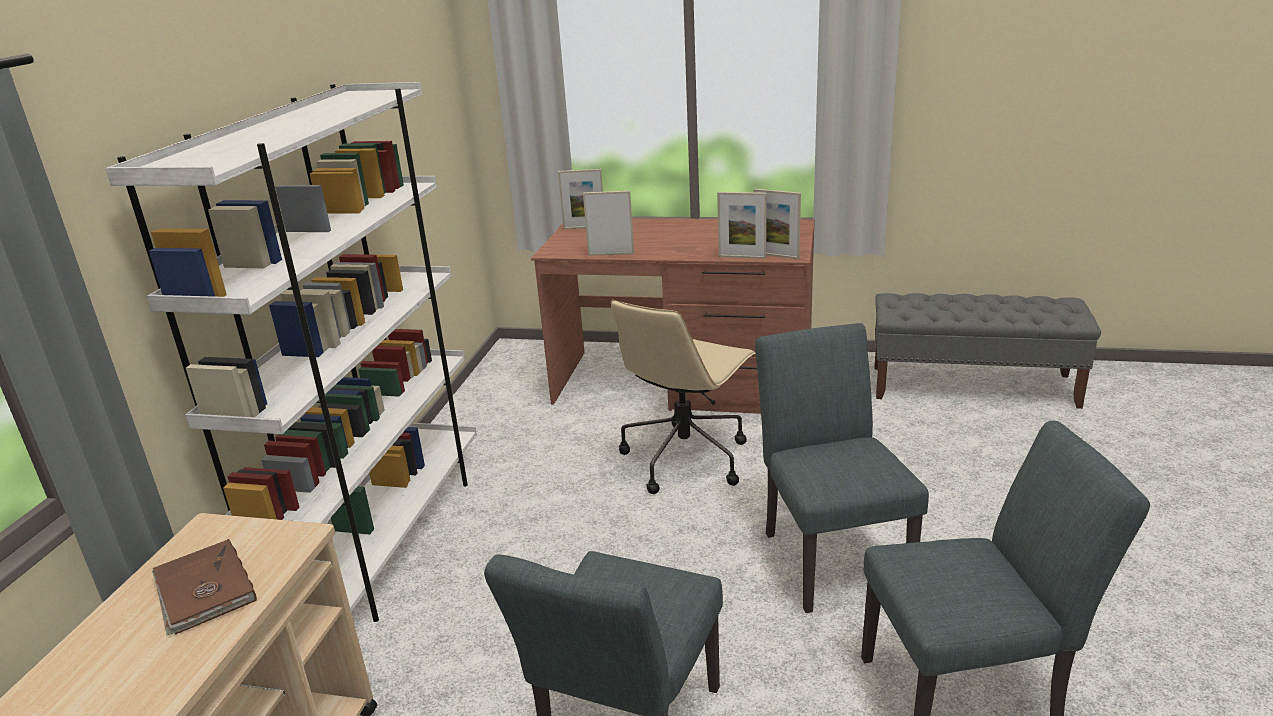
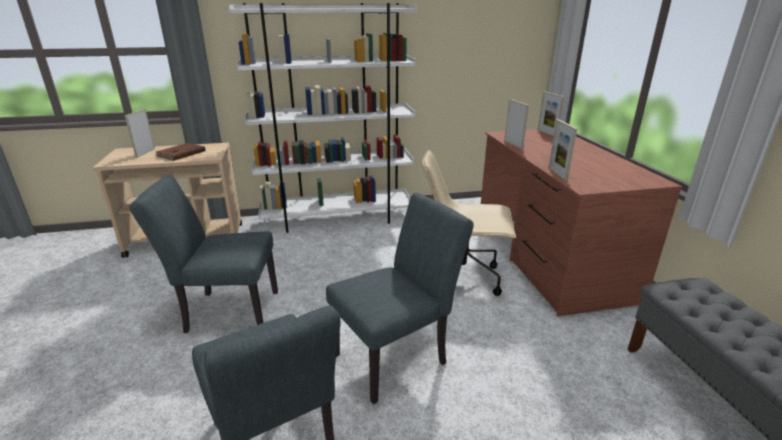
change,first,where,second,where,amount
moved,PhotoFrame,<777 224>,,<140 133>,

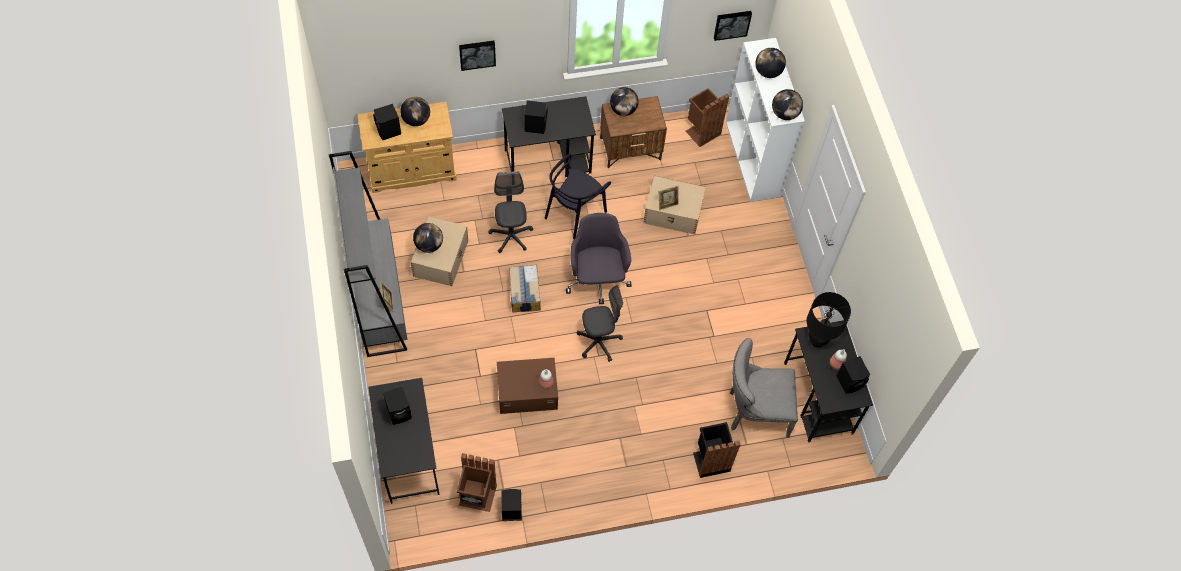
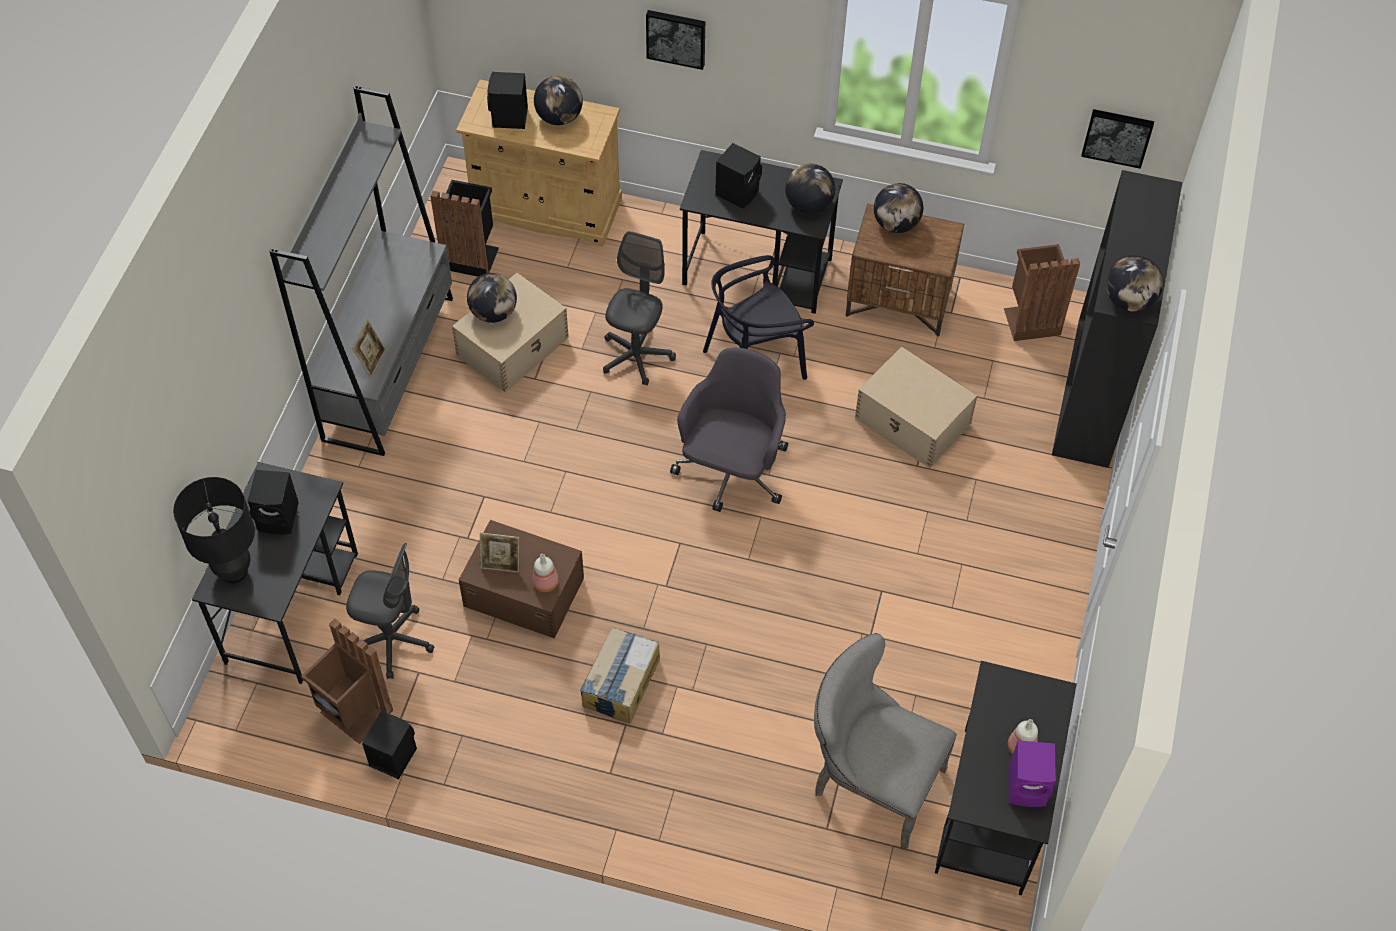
change,first,where,second,where,amount
moved,CardboardBox,<525 288>,,<620 675>,
moved,GreyishComputerChair,<600 323>,,<390 611>,
moved,PhotoFrame,<669 198>,,<499 553>,
moved,BlackishRubbishBin,<716 450>,,<464 228>,
moved,Globe,<770 63>,,<810 189>,
moved,BlackishLampForATable,<828 319>,,<214 530>,
recoloured,WhitishBookcase,<765 120>,BlackishBookcase,<1117 319>,
recoloured,BlackishAudioSpeaker,<853 375>,PurplishAudioSpeaker,<1032 773>,

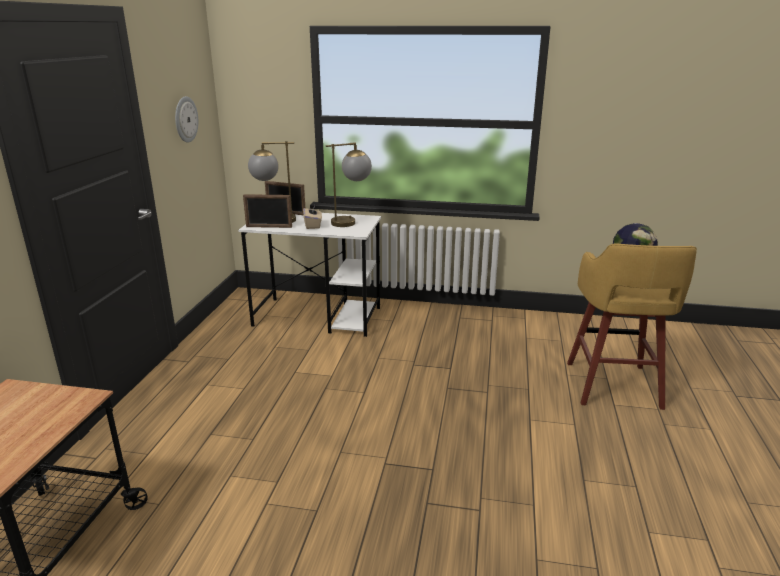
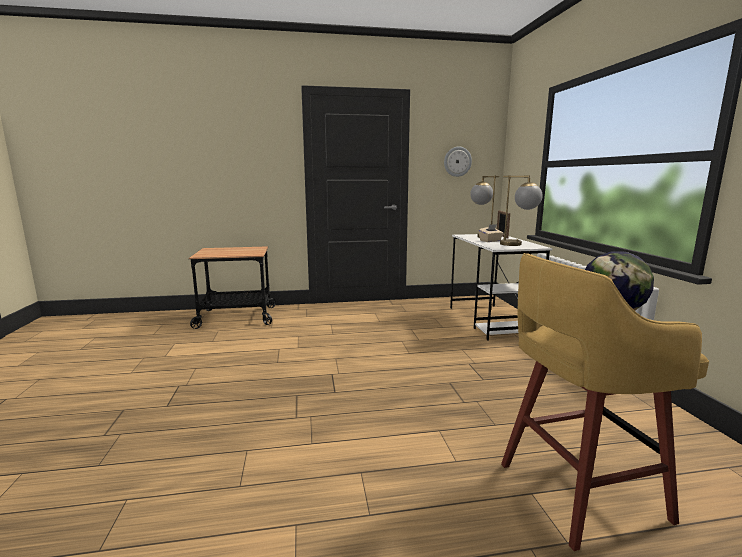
change,first,where,second,where,amount
removed,PhotoFrame,<267 211>,,,

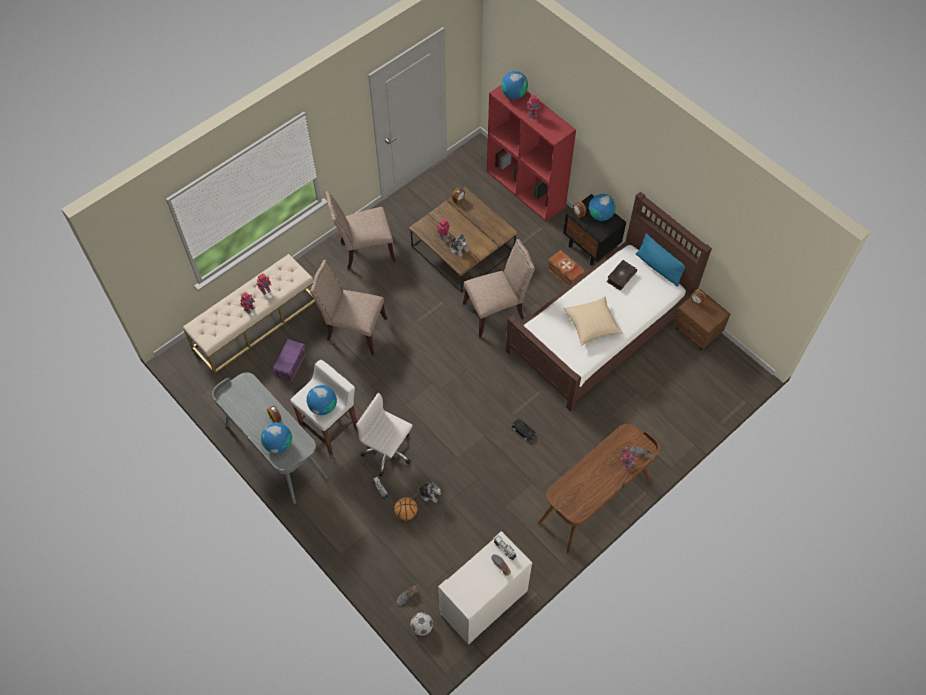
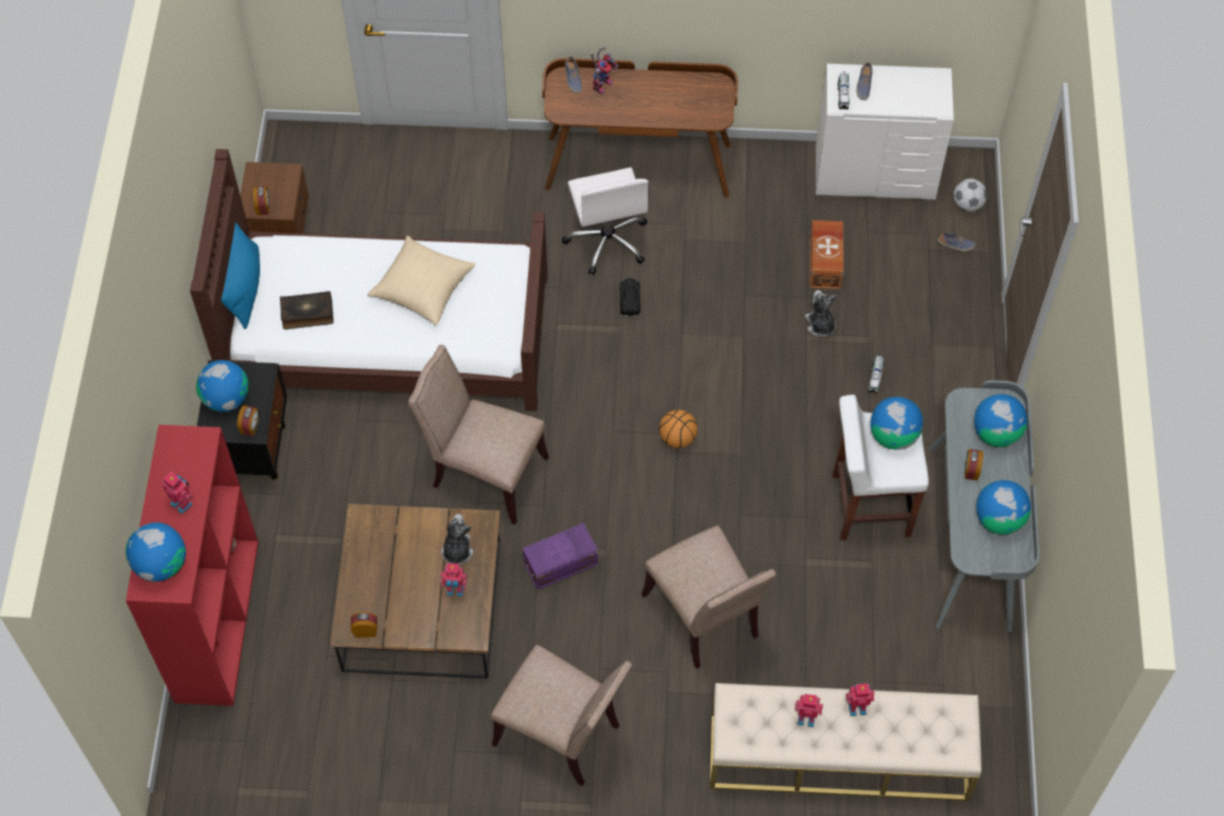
change,first,where,second,where,amount
added,,,Globe,<1003 507>,
moved,PurplishStorageContainer,<289 360>,,<560 556>,
moved,WhitishComputerChair,<384 434>,,<605 221>,
moved,Basketball,<406 509>,,<678 429>,
moved,BrownishStorageContainer,<566 268>,,<827 254>,

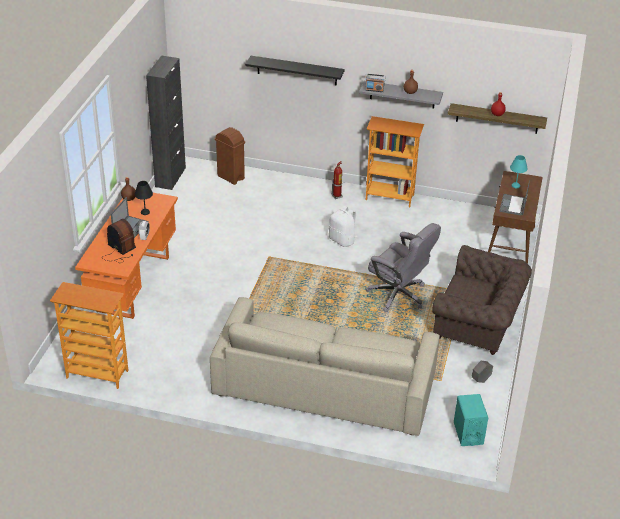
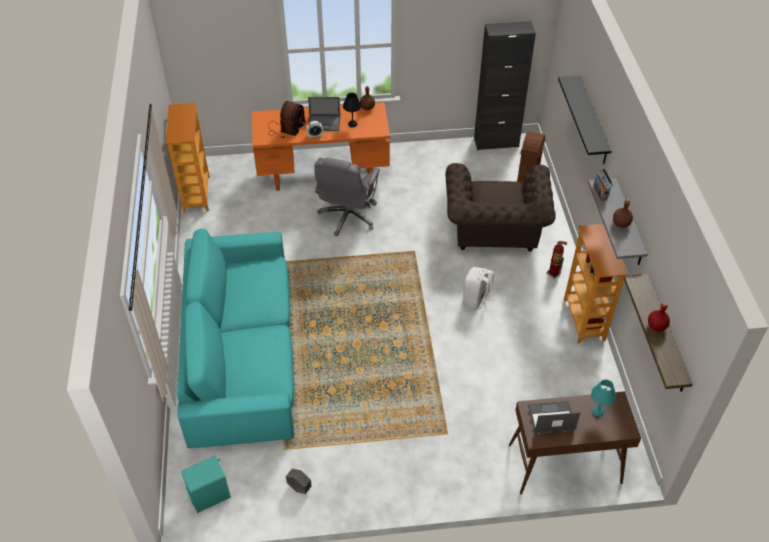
change,first,where,second,where,amount
moved,GreyishComputerChair,<403 268>,,<347 197>,
moved,BrownishEasyChair,<482 300>,,<500 207>,
recoloured,BeigeSettee,<325 366>,TurquoiseSettee,<235 338>,

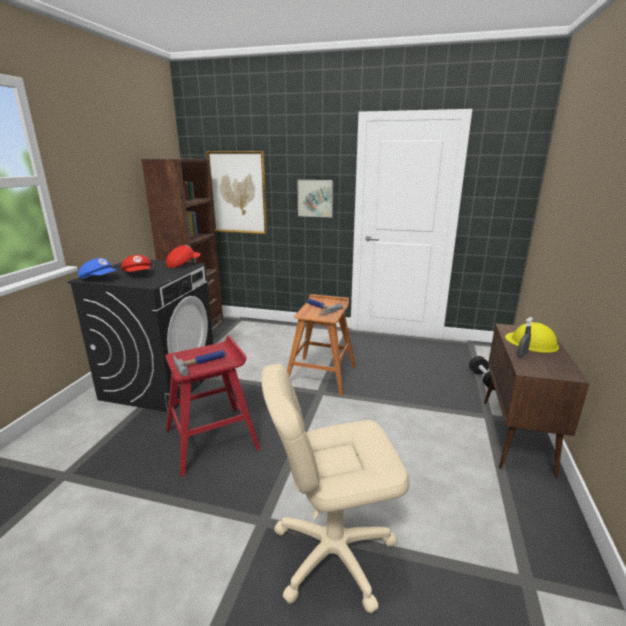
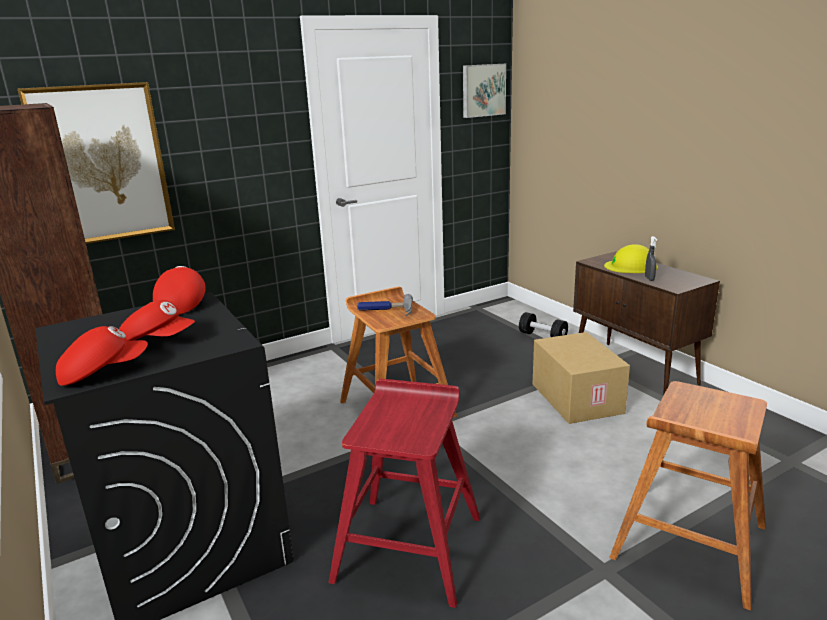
change,first,where,second,where,amount
removed,Hammer,<199 363>,,,
added,,,CardboardBox,<581 378>,
moved,Picture,<315 198>,,<484 91>,
replaced,BeigeComputerChair,<336 489>,BrownishSittingStool,<688 496>,
recoloured,BlueColouredCap,<97 268>,ReddishCap,<102 356>,

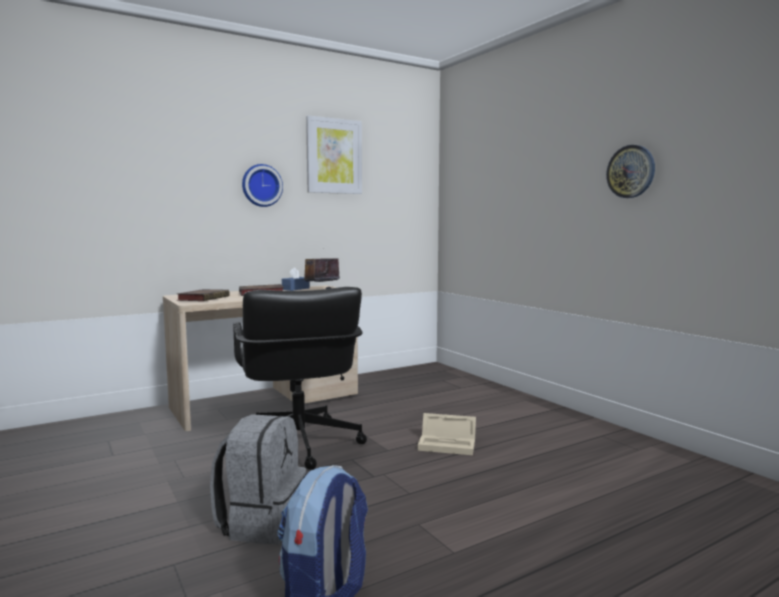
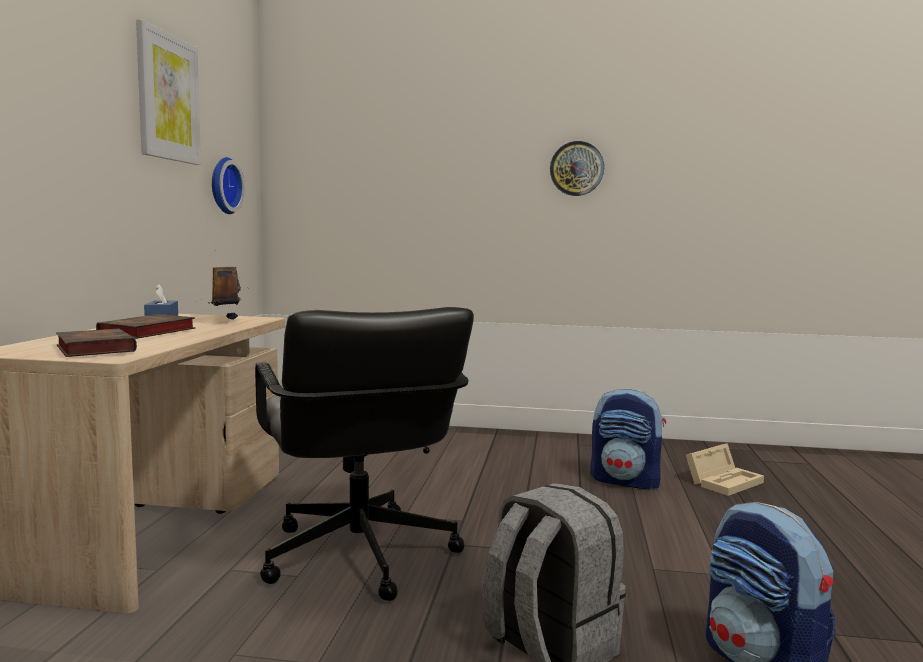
change,first,where,second,where,amount
added,,,Rucksack,<628 439>,
moved,HangingClock,<262 185>,,<228 185>,
moved,BeigeStorageContainer,<446 434>,,<725 469>,
turned,BlackishComputerChair,<300 378>,,<364 454>,45 degrees clockwise

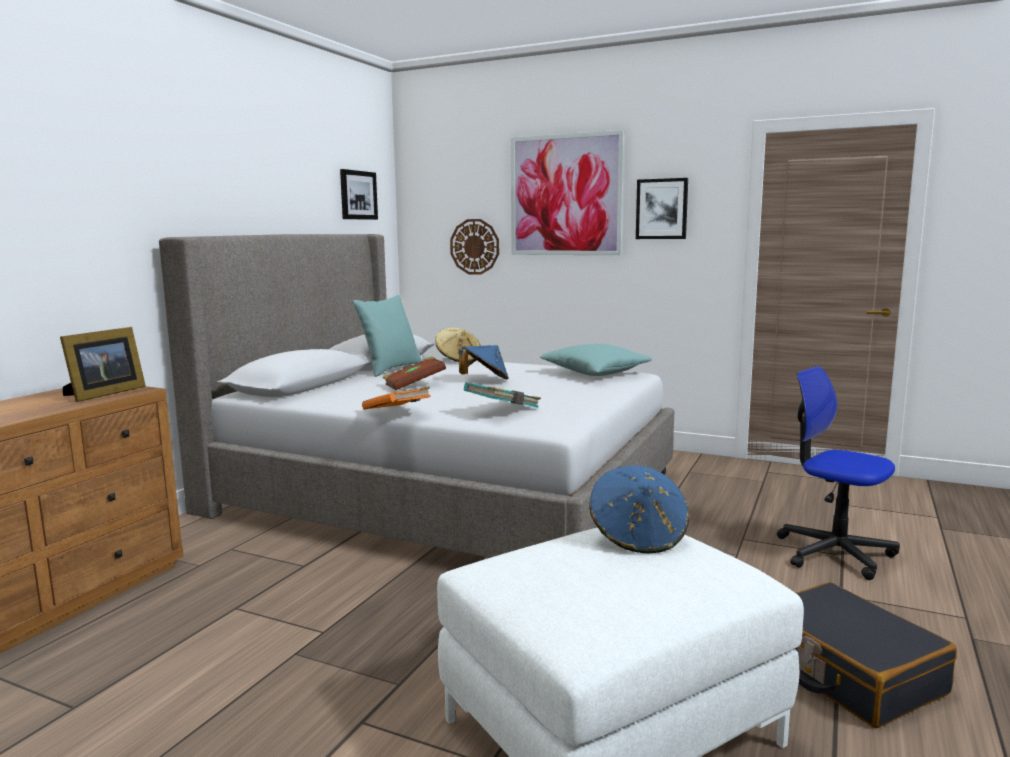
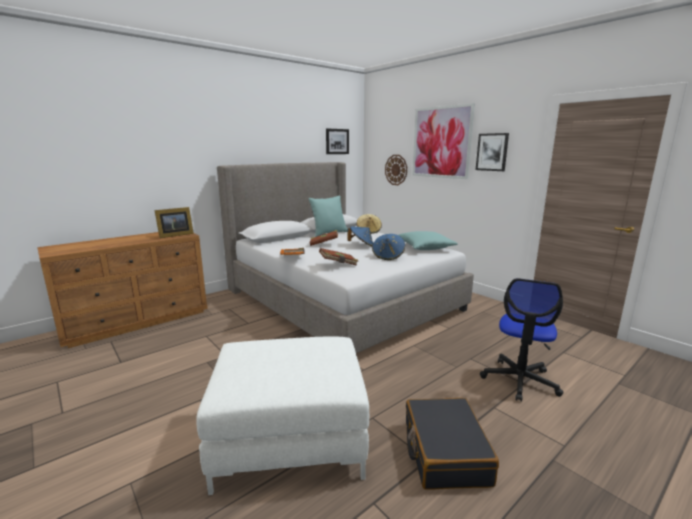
change,first,where,second,where,amount
moved,BlueColouredHat,<639 509>,,<388 247>,
recoloured,TurquoiseVolume,<502 395>,BrownishVolume,<338 257>,
turned,ComputerChair,<838 473>,,<522 340>,135 degrees counterclockwise

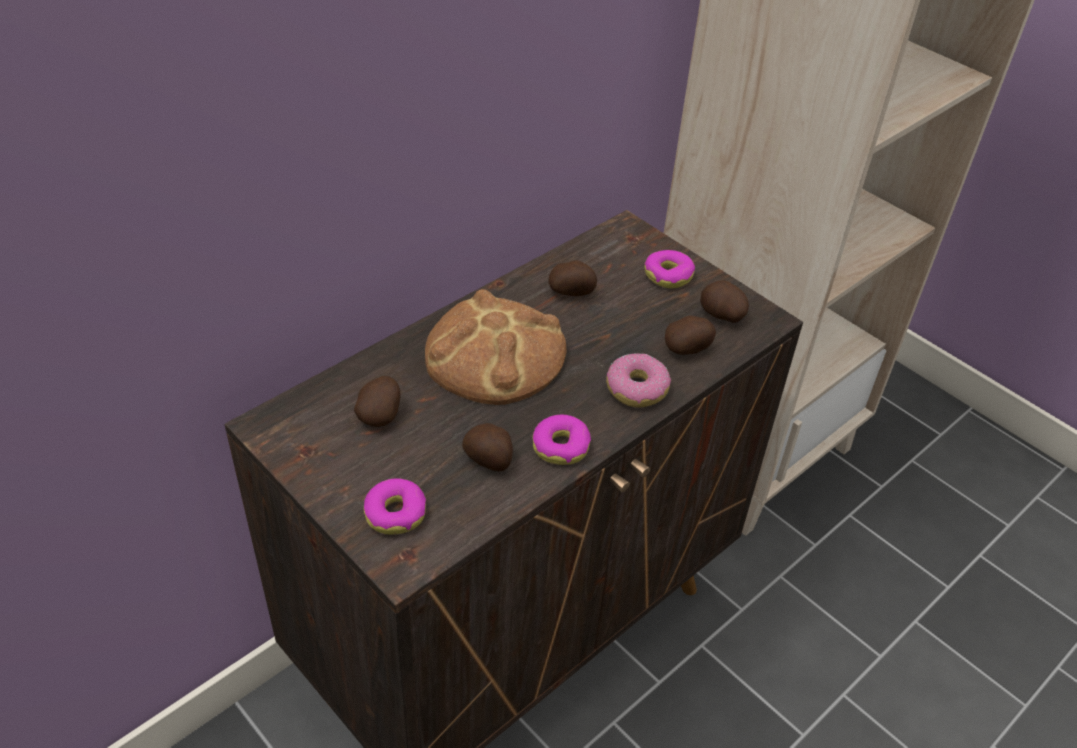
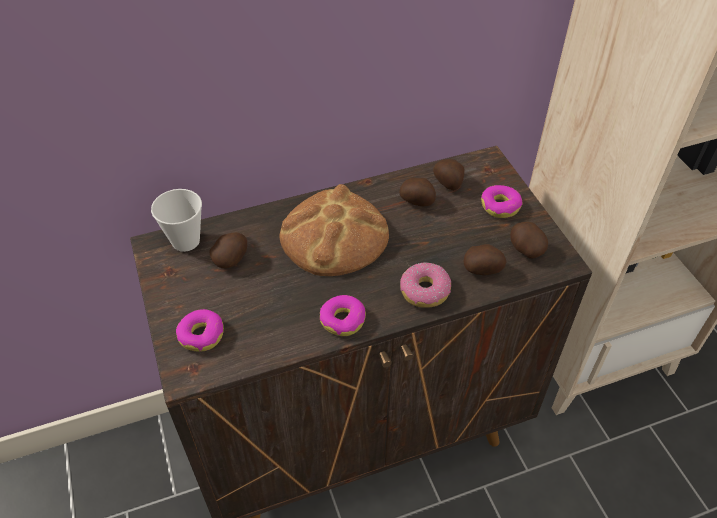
change,first,where,second,where,amount
added,,,SmallCup,<176 220>,
moved,Potato,<487 447>,,<448 174>,

